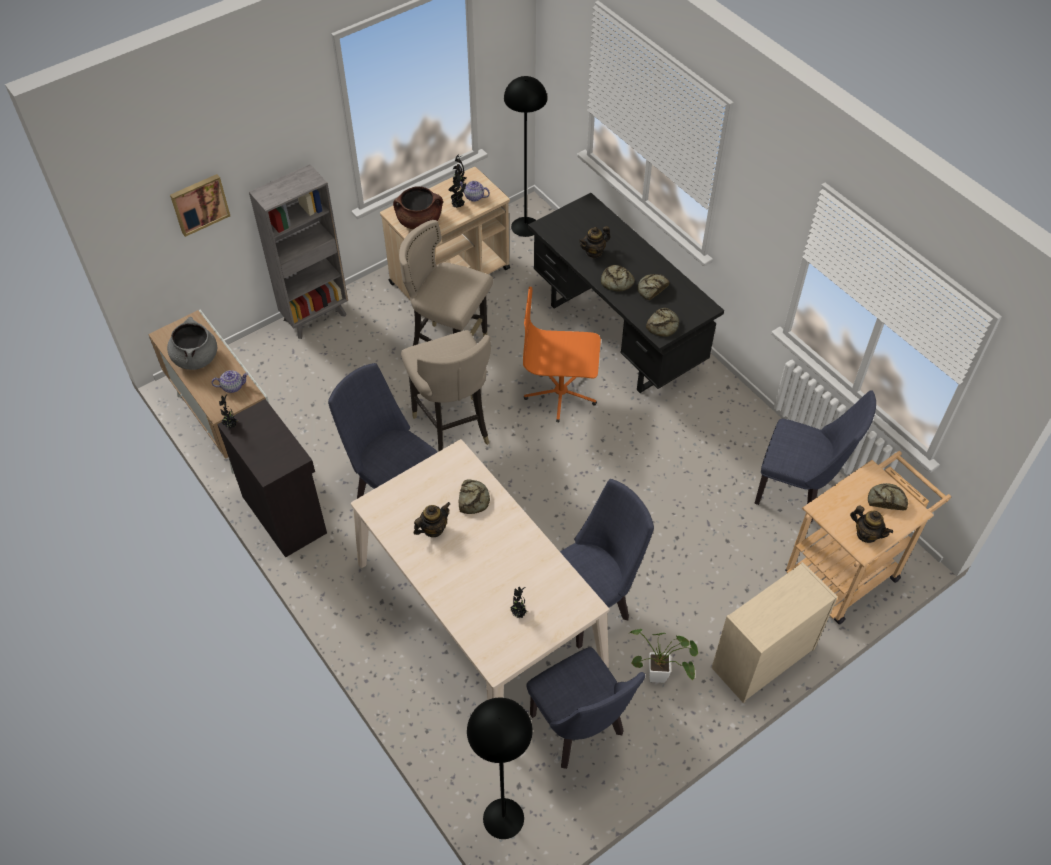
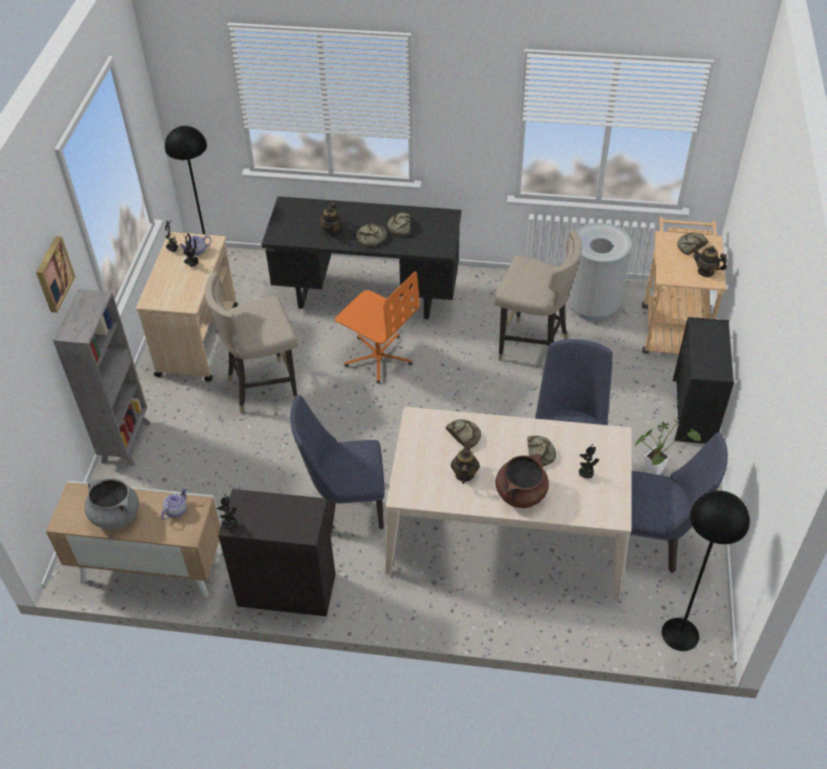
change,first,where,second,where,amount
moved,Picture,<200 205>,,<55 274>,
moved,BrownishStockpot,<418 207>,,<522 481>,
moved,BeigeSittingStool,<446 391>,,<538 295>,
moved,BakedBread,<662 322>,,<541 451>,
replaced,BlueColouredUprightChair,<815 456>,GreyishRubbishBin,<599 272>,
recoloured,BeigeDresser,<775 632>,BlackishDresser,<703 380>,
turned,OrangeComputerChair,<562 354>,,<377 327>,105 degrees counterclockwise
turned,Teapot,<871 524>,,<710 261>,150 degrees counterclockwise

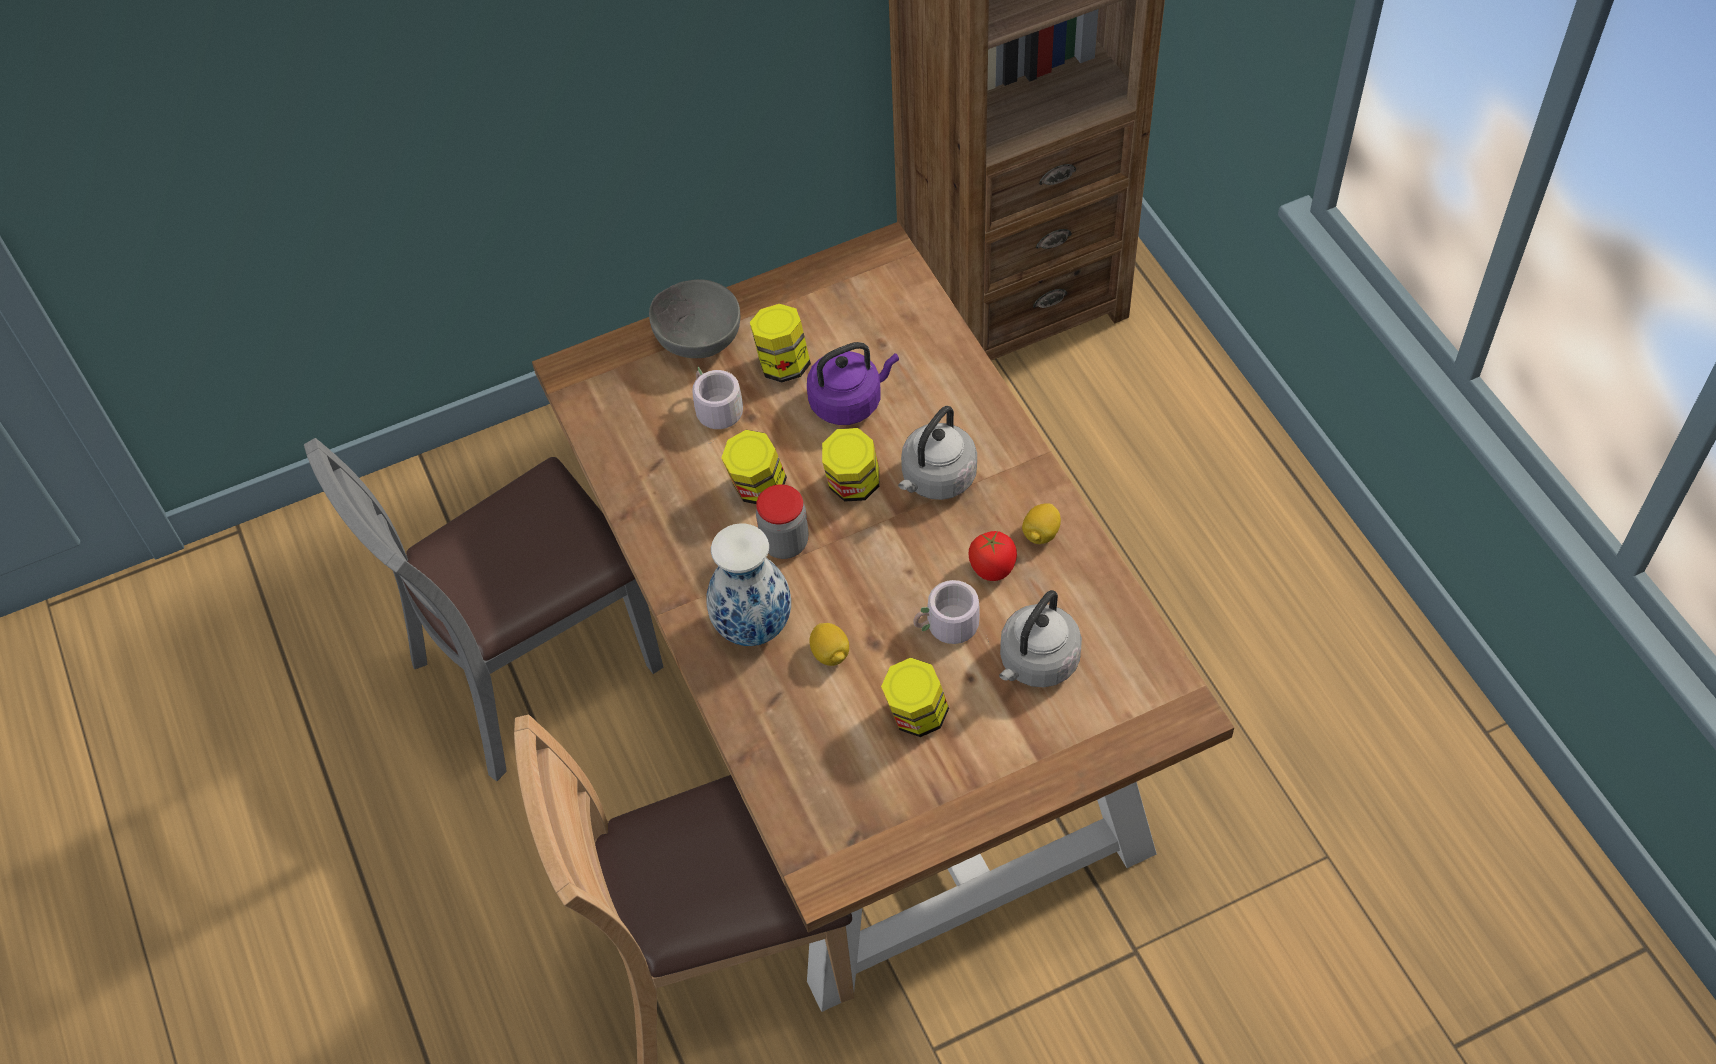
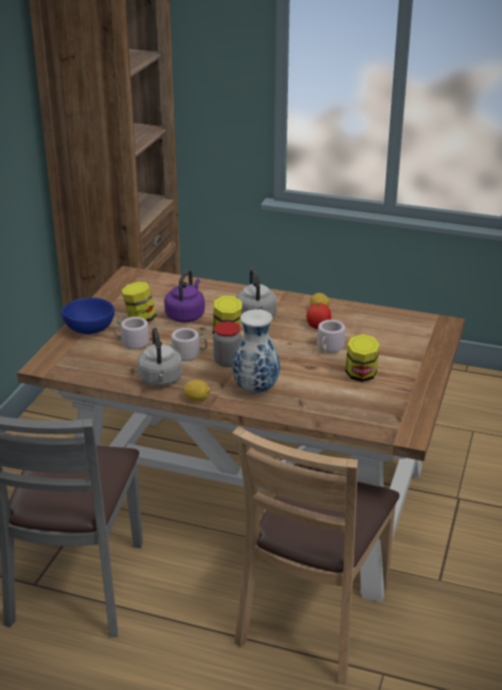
change,first,where,second,where,amount
moved,WholeLemon,<829 644>,,<197 391>,
moved,GreyishTeaKettle,<1040 638>,,<159 356>,
replaced,PreserveJar,<754 467>,GreyishCoffeeMug,<189 344>,
recoloured,GreyishBowl,<694 318>,BlueColouredBowl,<88 316>,

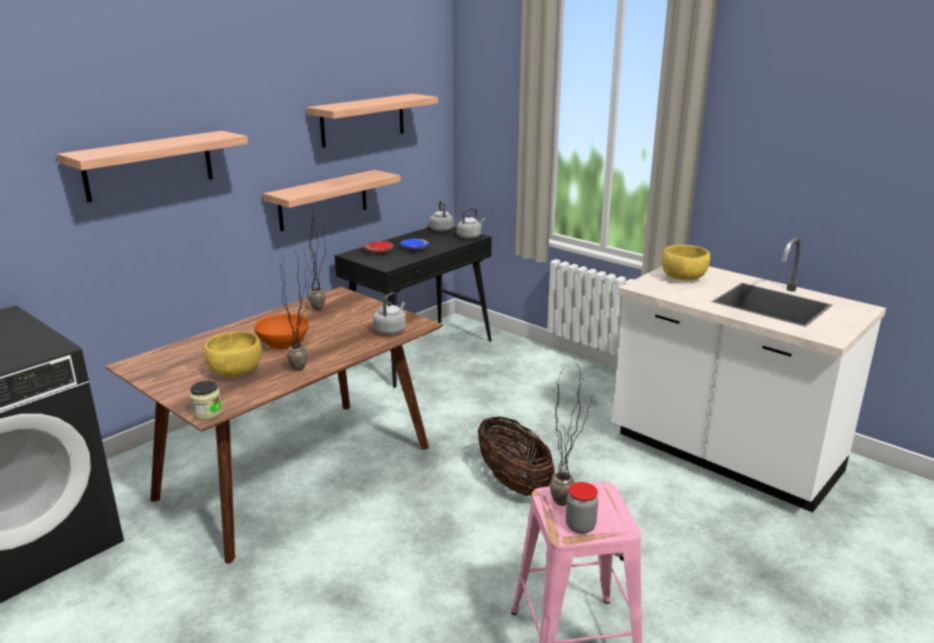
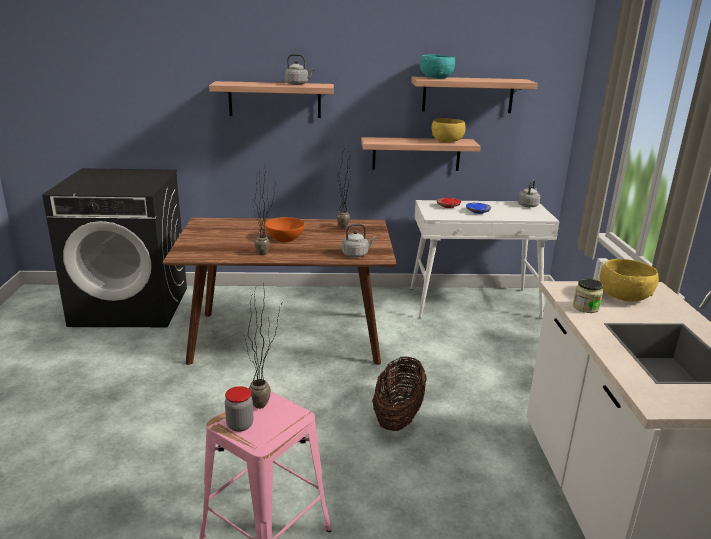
change,first,where,second,where,amount
added,,,TurquoiseBowl,<437 66>,
moved,PreserveJar,<206 400>,,<588 296>,
moved,YellowBowl,<233 354>,,<448 130>,
moved,GreyishTeaKettle,<471 223>,,<299 69>,
recoloured,BlackishNarrowTable,<413 307>,WhitishNarrowTable,<485 259>,

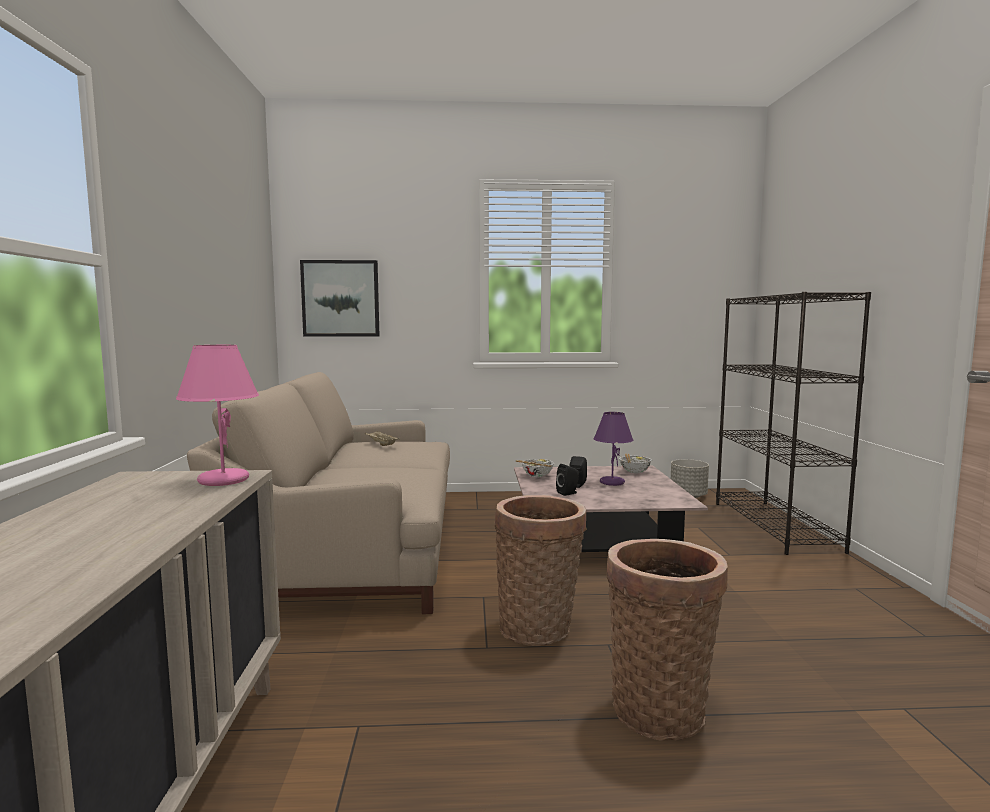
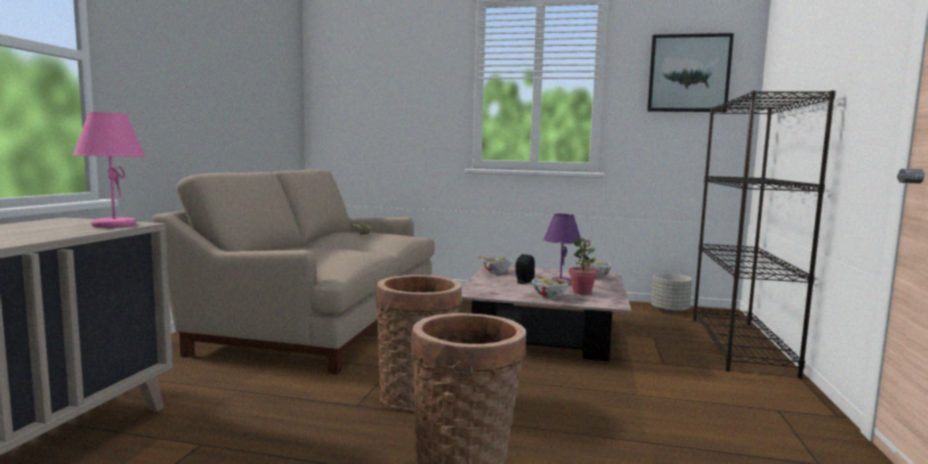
change,first,where,second,where,amount
removed,BlackishAudioSpeaker,<567 480>,,,
added,,,Bowl,<554 287>,
added,,,Houseplant,<583 266>,
moved,Picture,<339 298>,,<690 72>,

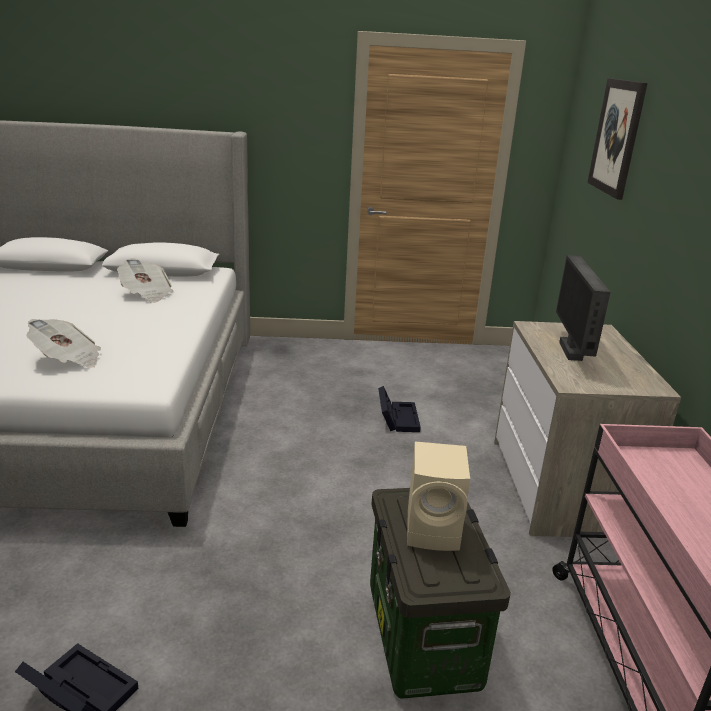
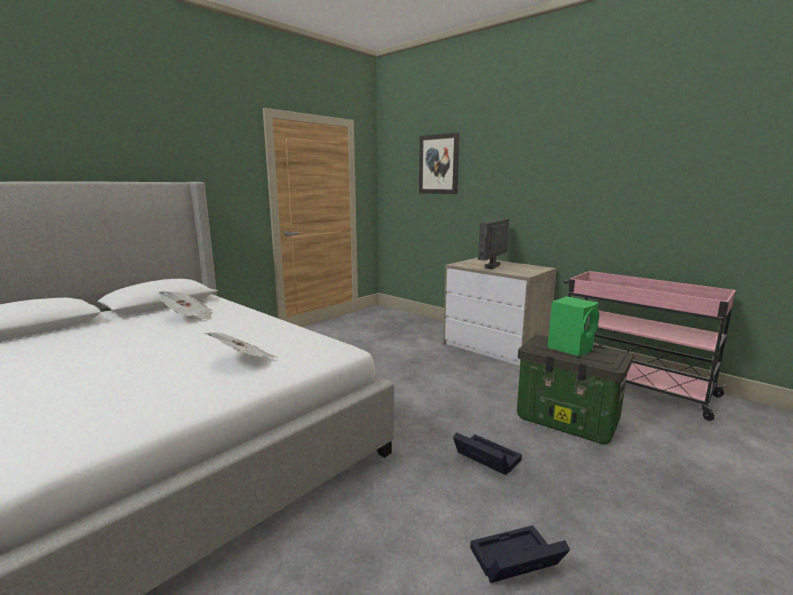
change,first,where,second,where,amount
moved,BlackishStorageContainer,<399 409>,,<487 453>,
recoloured,BeigeAudioSpeaker,<438 496>,GreenishAudioSpeaker,<573 326>,
turned,Monitor,<583 308>,,<493 244>,75 degrees clockwise

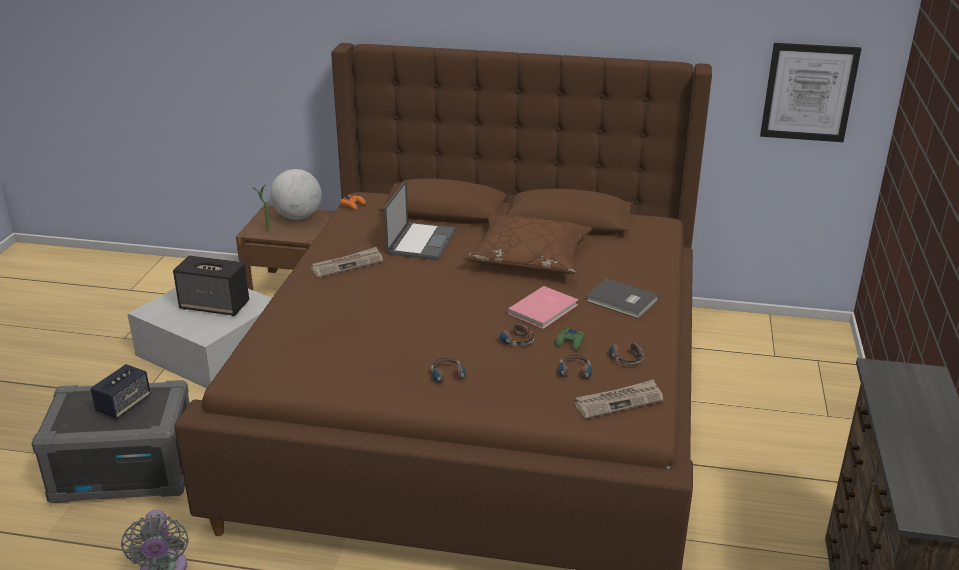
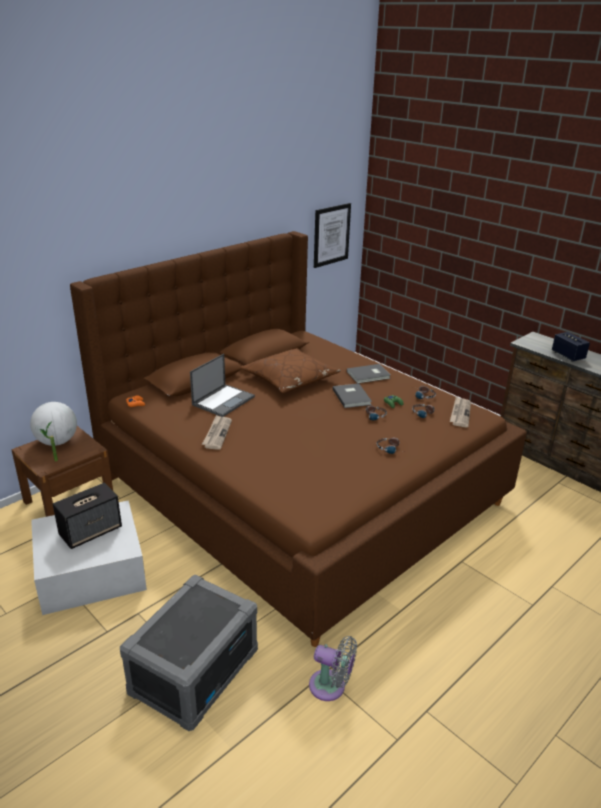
change,first,where,second,where,amount
moved,AudioSpeaker,<120 391>,,<571 347>,
recoloured,PinkVolume,<542 307>,GreyishVolume,<352 395>,
turned,PortableComputer,<420 220>,,<222 385>,75 degrees clockwise

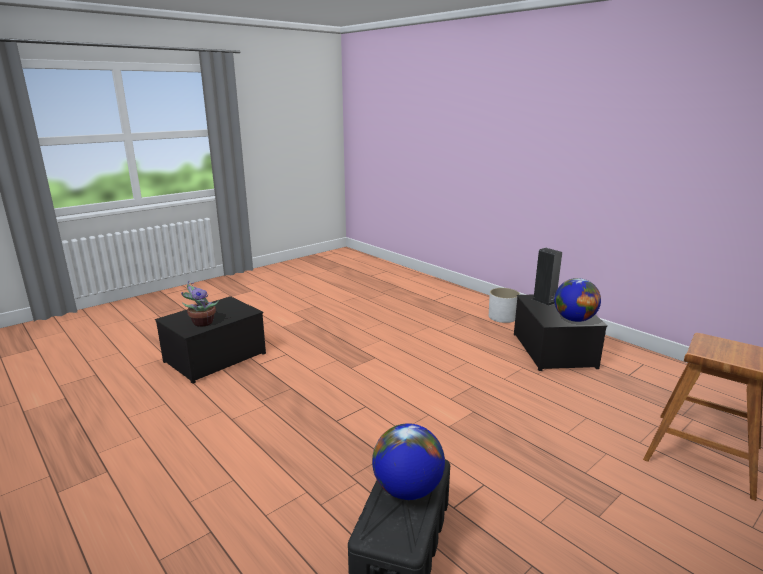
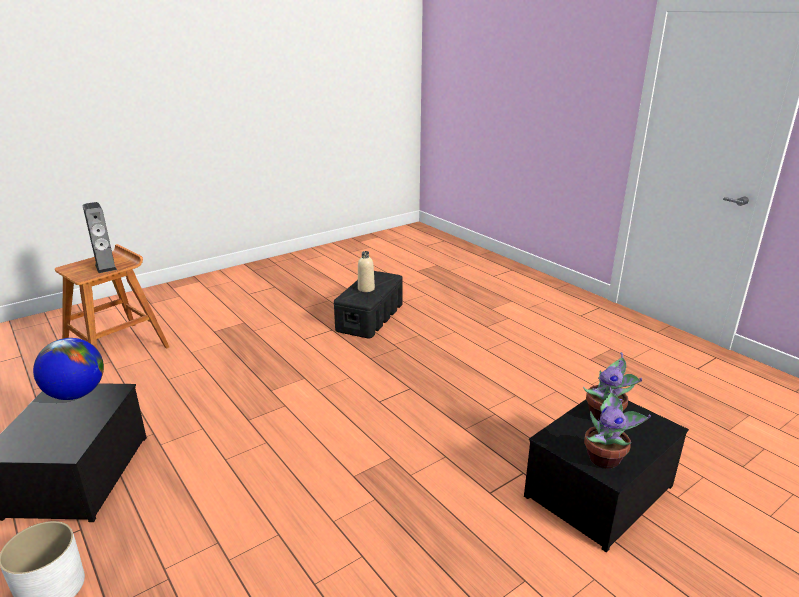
change,first,where,second,where,amount
added,,,Houseplant,<617 427>,
moved,AudioSpeaker,<547 277>,,<100 237>,
replaced,Globe,<408 461>,BeigeBeverageBottle,<366 271>,

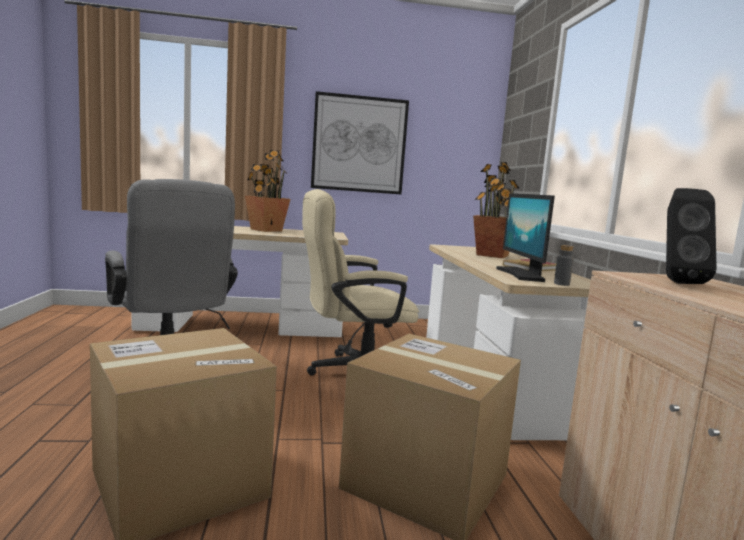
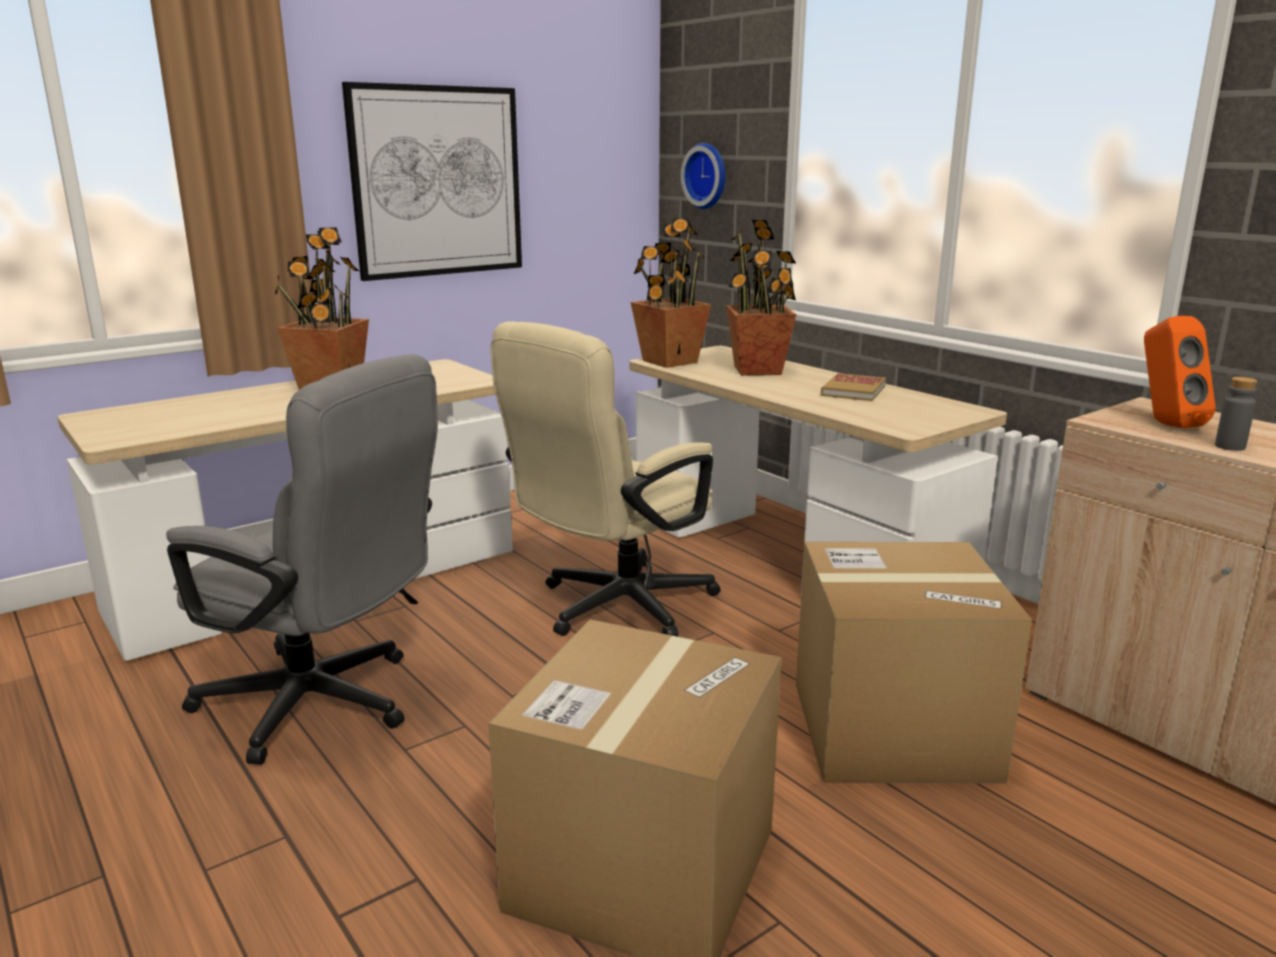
change,first,where,second,where,amount
removed,Monitor,<525 237>,,,
added,,,Houseplant,<671 293>,
added,,,HangingClock,<703 176>,
moved,GreyishBeverageBottle,<564 265>,,<1236 414>,
recoloured,BlackishAudioSpeaker,<691 236>,OrangeAudioSpeaker,<1180 372>,

